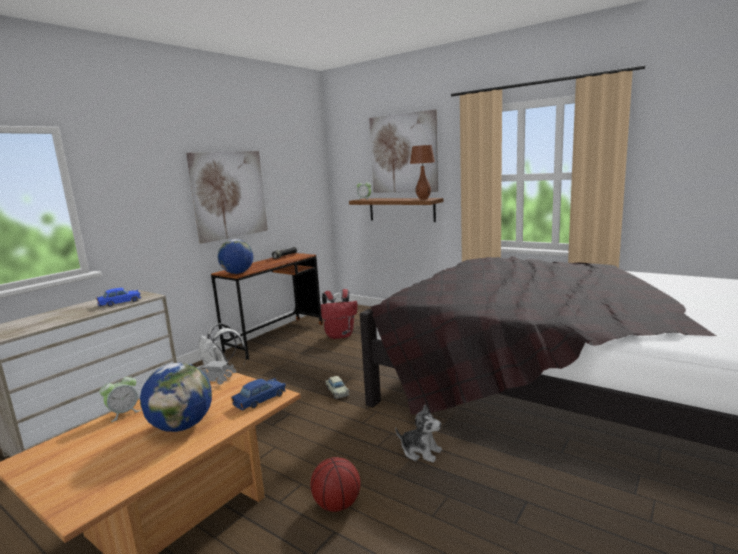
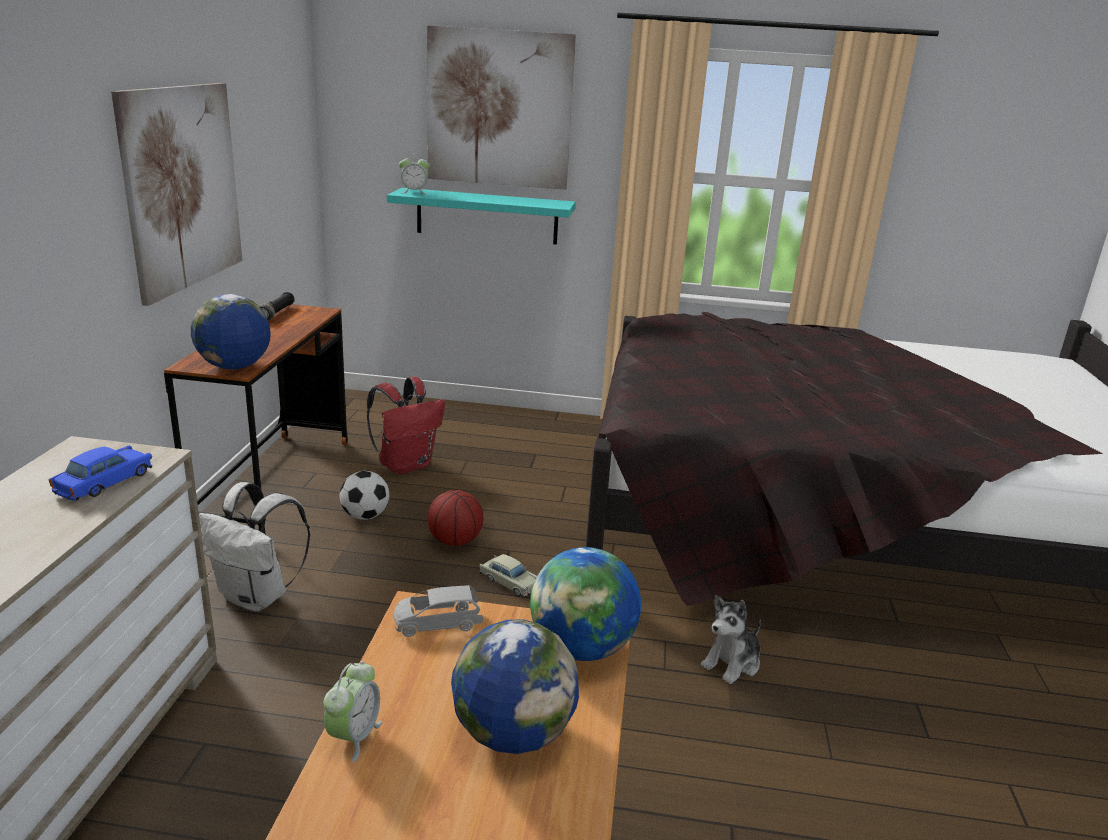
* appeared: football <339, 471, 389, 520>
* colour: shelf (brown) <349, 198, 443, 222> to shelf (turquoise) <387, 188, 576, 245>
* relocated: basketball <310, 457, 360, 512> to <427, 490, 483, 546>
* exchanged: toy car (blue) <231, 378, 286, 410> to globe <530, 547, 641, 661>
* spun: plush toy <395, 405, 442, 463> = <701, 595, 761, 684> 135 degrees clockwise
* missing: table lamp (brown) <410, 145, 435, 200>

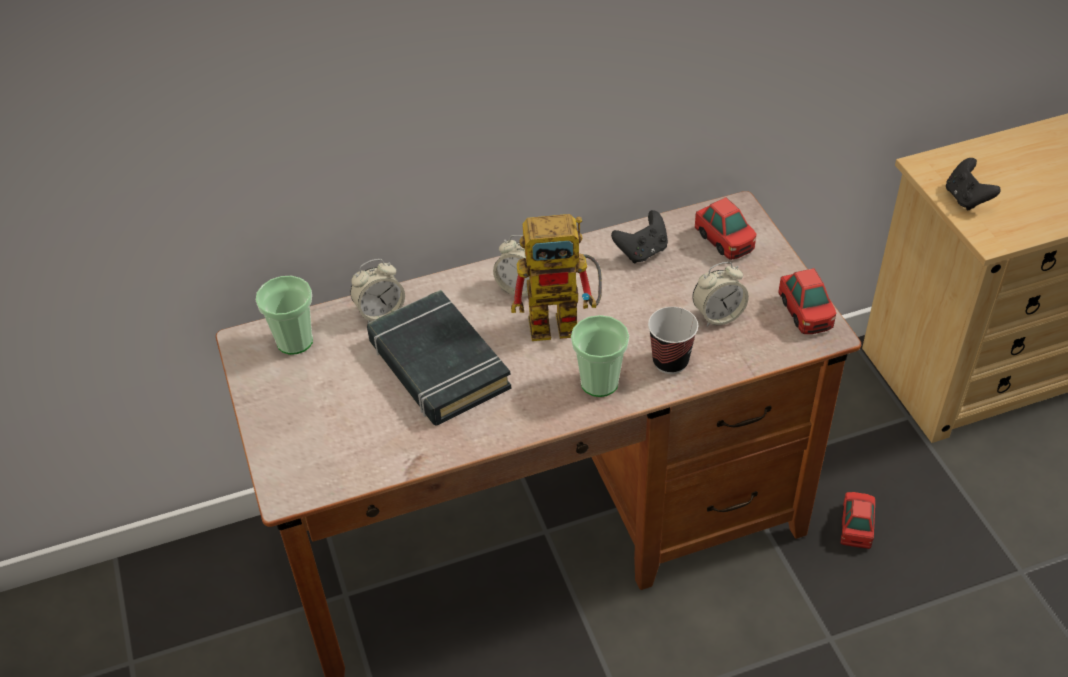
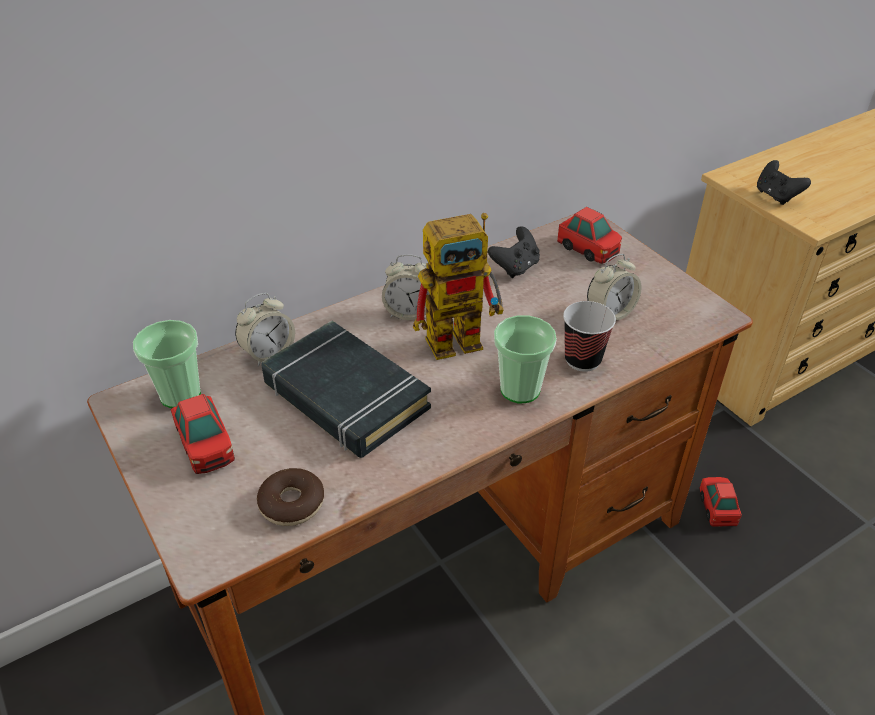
* relocated: toy car <778, 268, 836, 334> to <171, 394, 235, 474>
* appeared: donut <257, 468, 324, 526>

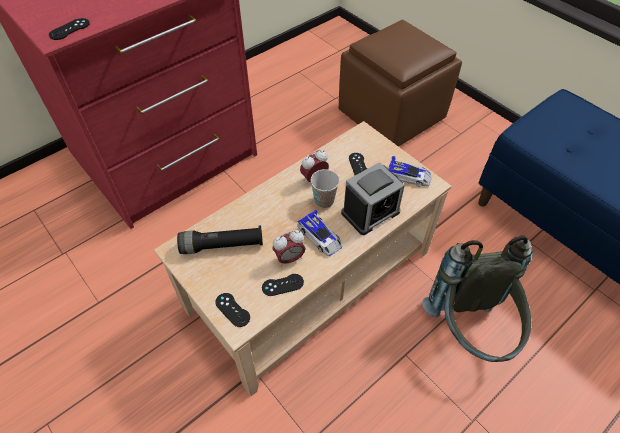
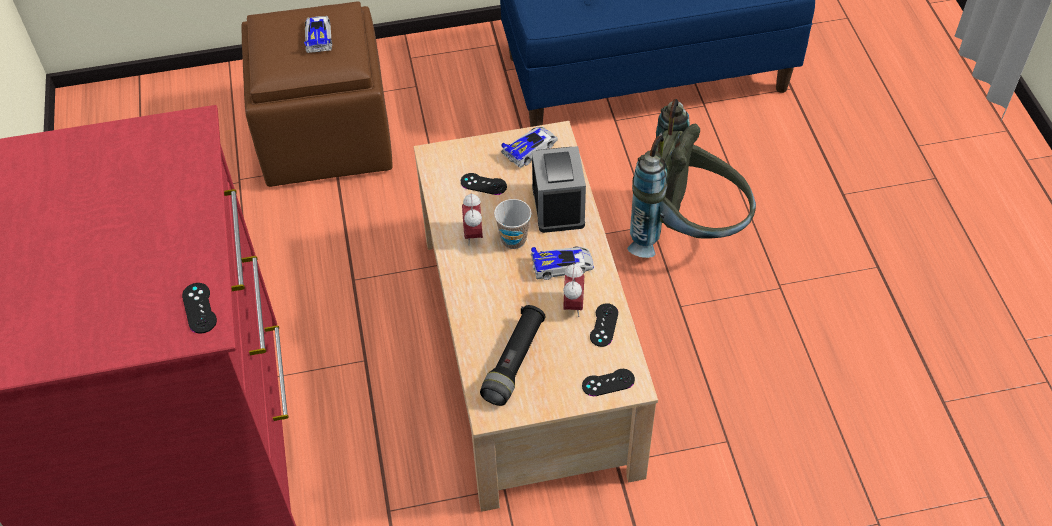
* appeared: toy car <304, 16, 332, 53>

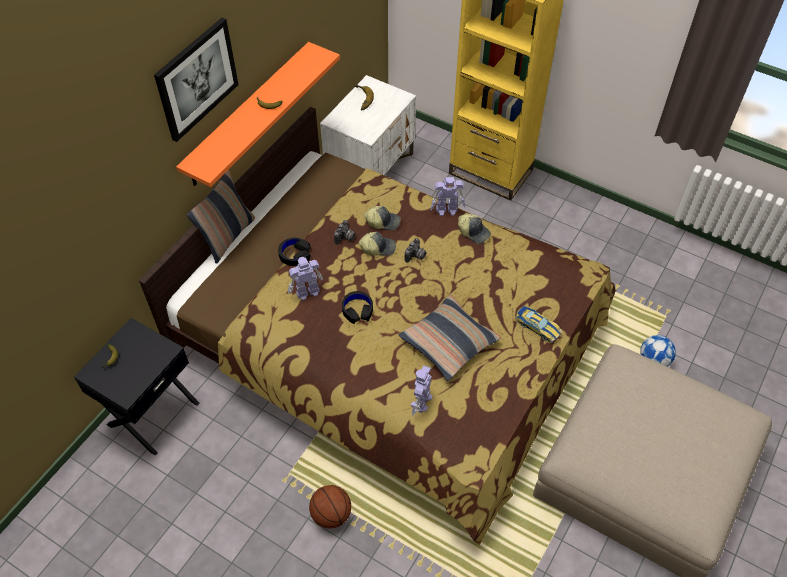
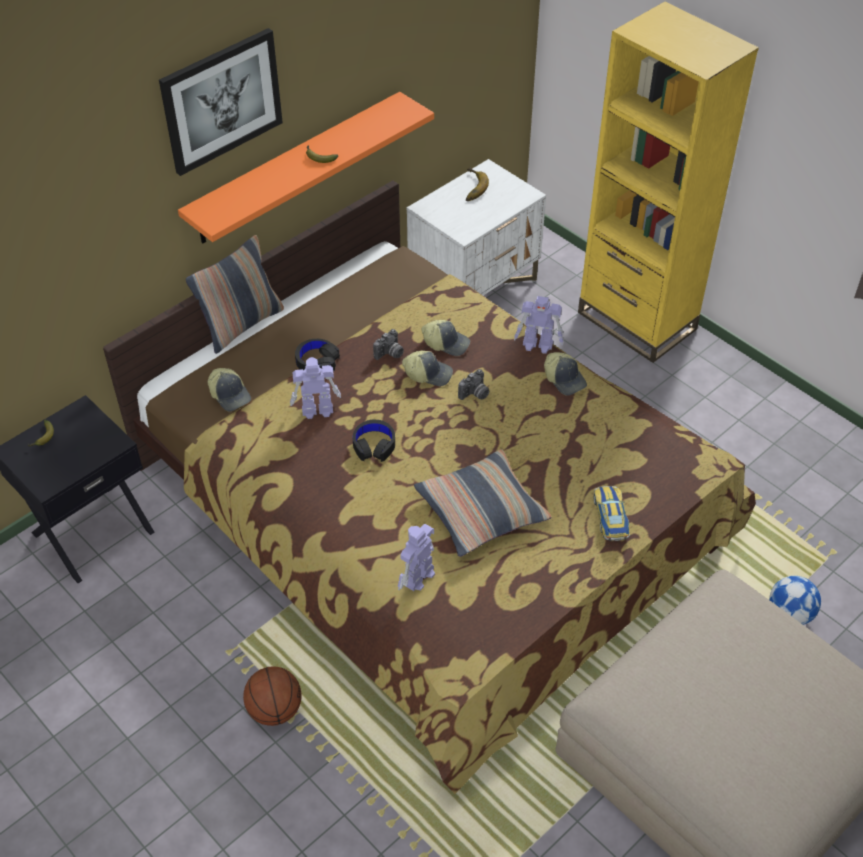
* appeared: cap <208, 368, 251, 412>
* spun: toy car <516, 306, 561, 343> = <594, 486, 630, 541> 150 degrees counterclockwise

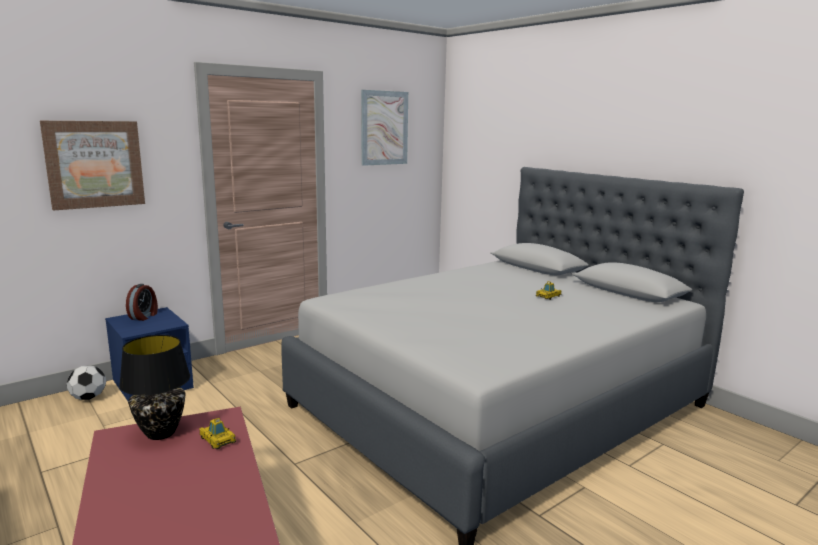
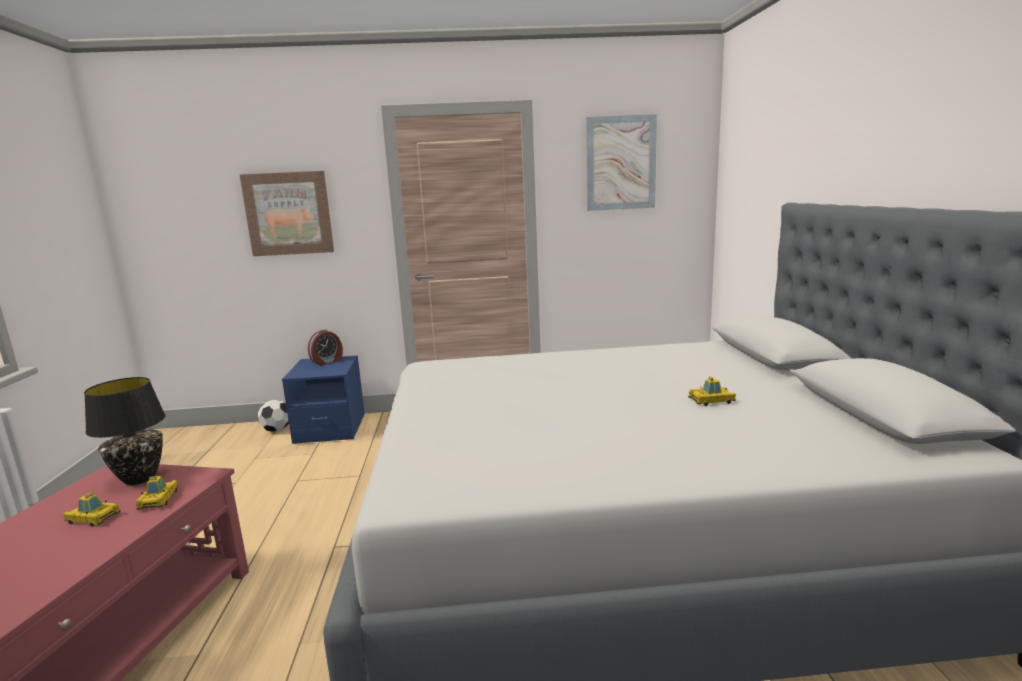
* appeared: toy car <64, 492, 121, 527>

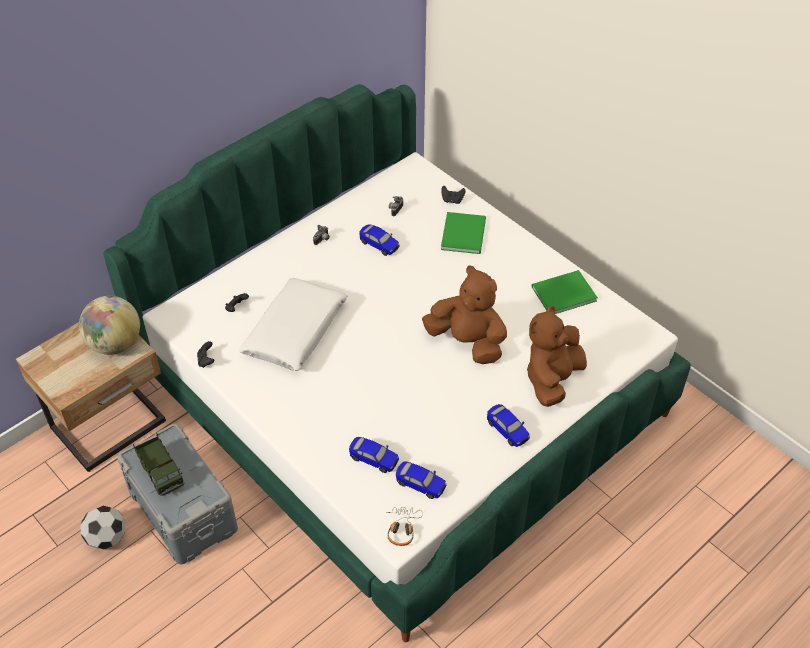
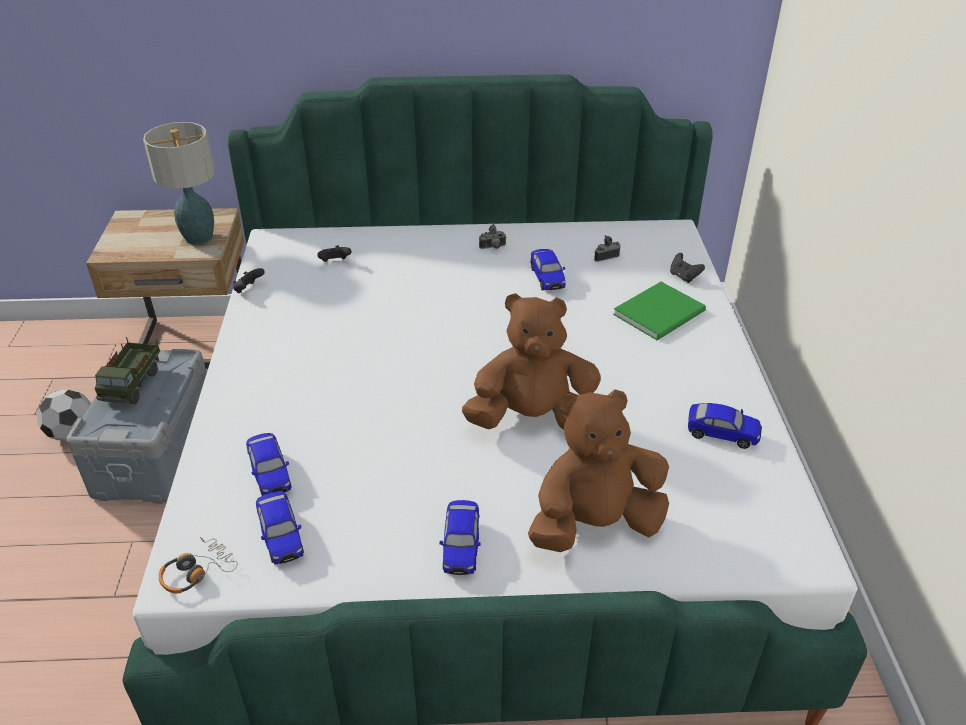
* exchanged: globe <79, 296, 140, 355> to table lamp <143, 122, 215, 245>
* spun: plush toy (brown) <422, 266, 507, 364> = <462, 293, 601, 430> 75 degrees counterclockwise
* exchanged: book (green) <532, 270, 598, 314> to toy car <688, 403, 762, 449>
* missing: pillow (white) <239, 278, 348, 371>

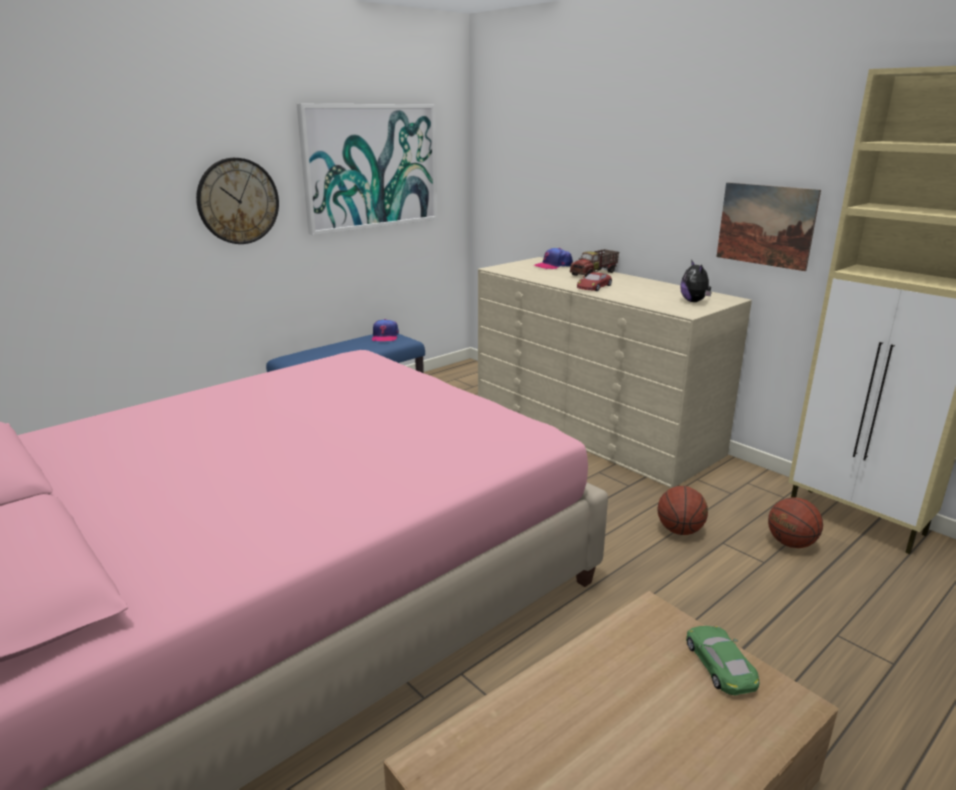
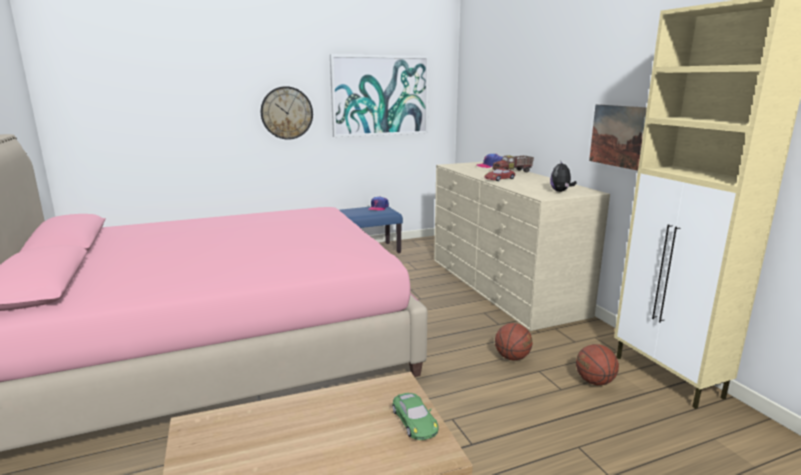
* spun: toy car (green) <686, 626, 760, 696> = <392, 393, 438, 440> 150 degrees clockwise

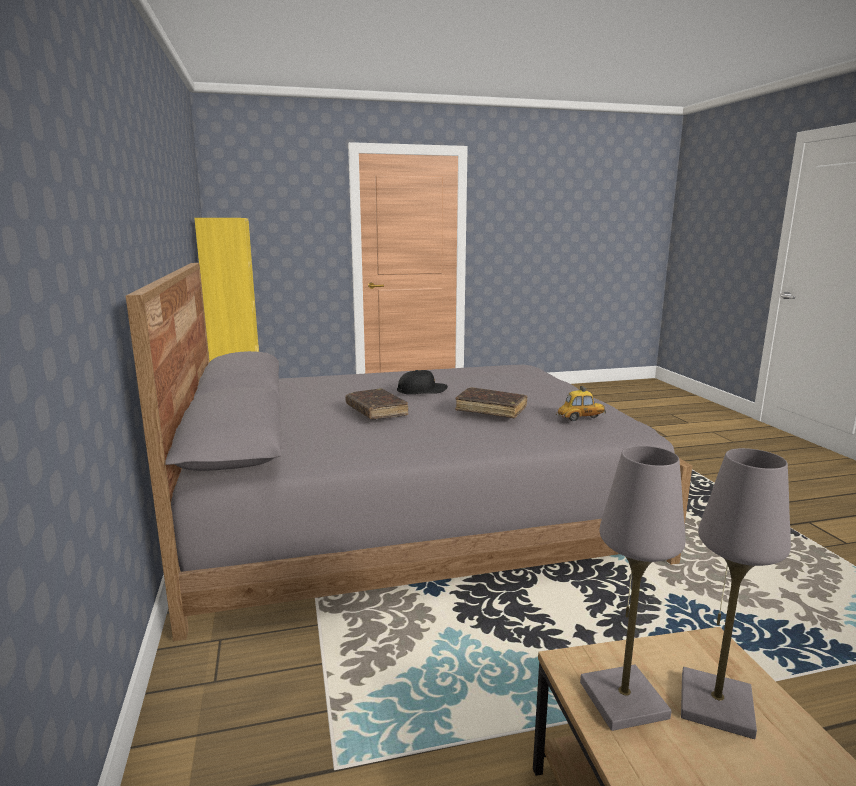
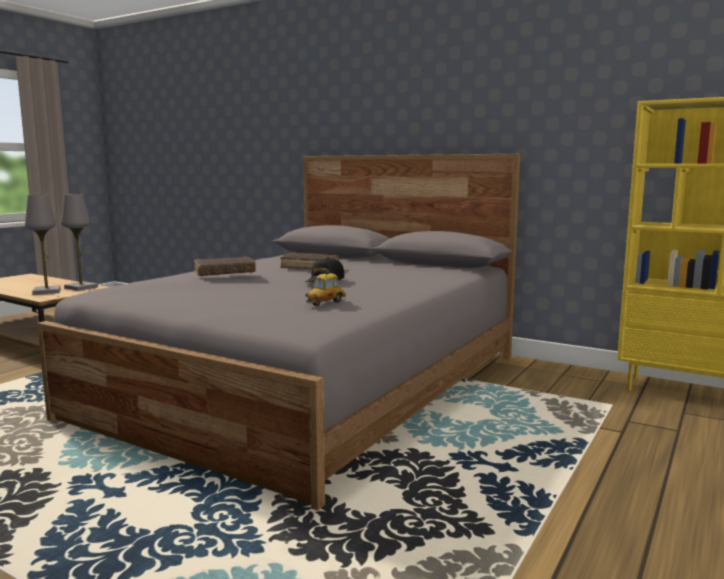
* relocated: toy car <556, 386, 606, 421> to <305, 269, 346, 306>

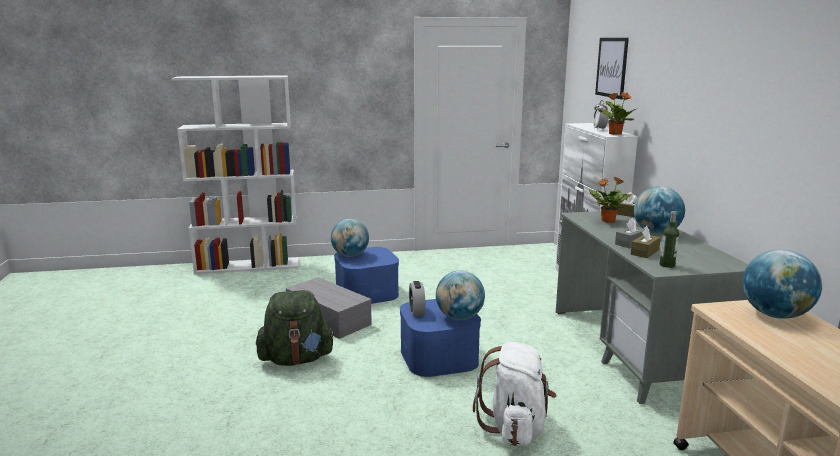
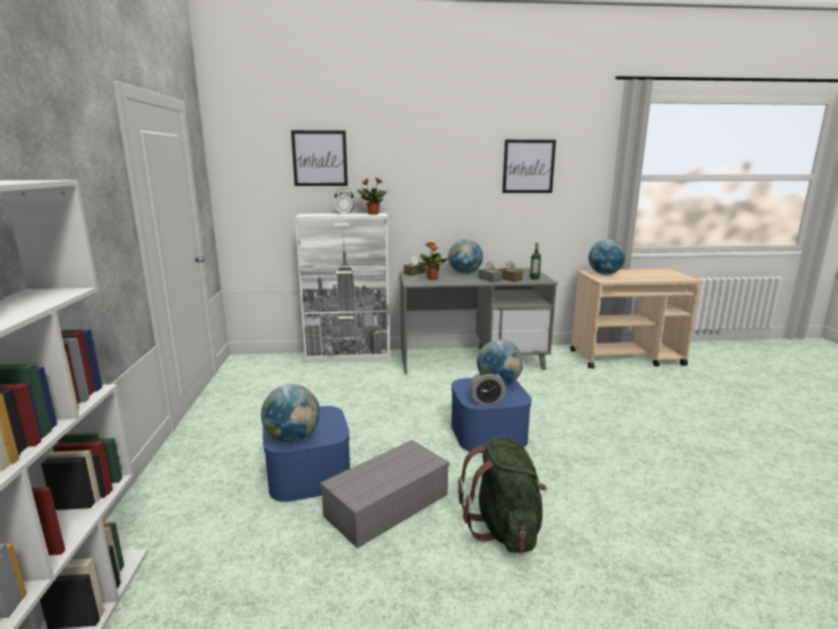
* appeared: picture <502, 140, 556, 193>
* missing: backpack (white) <473, 342, 557, 446>

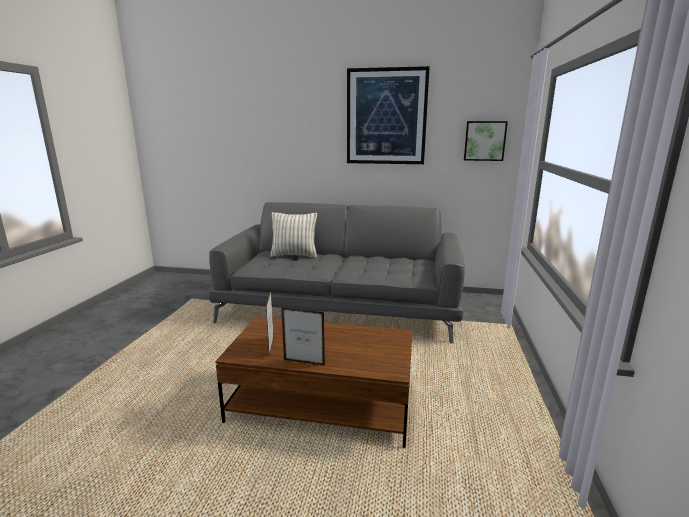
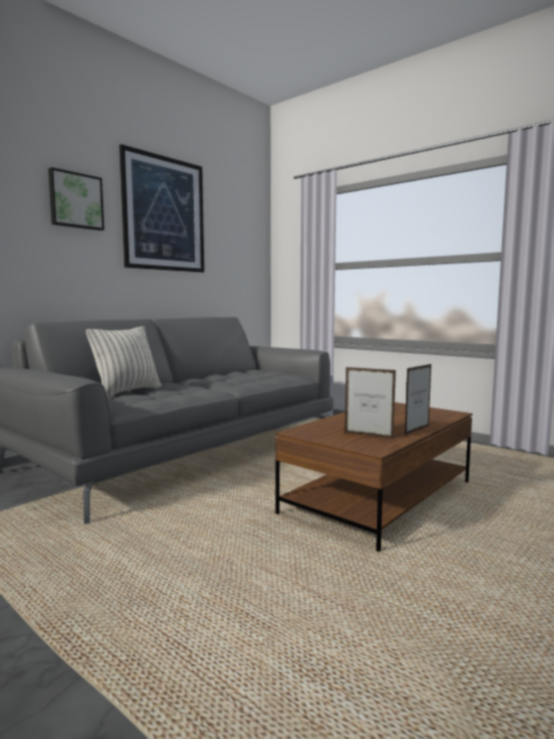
* relocated: picture <464, 121, 508, 161> to <48, 167, 104, 231>

